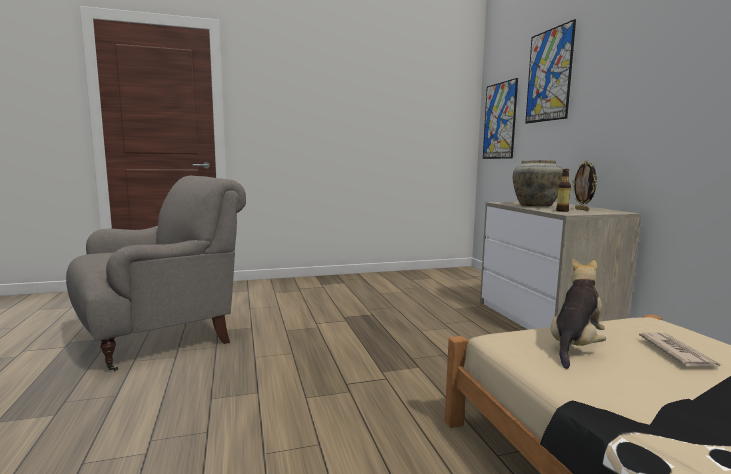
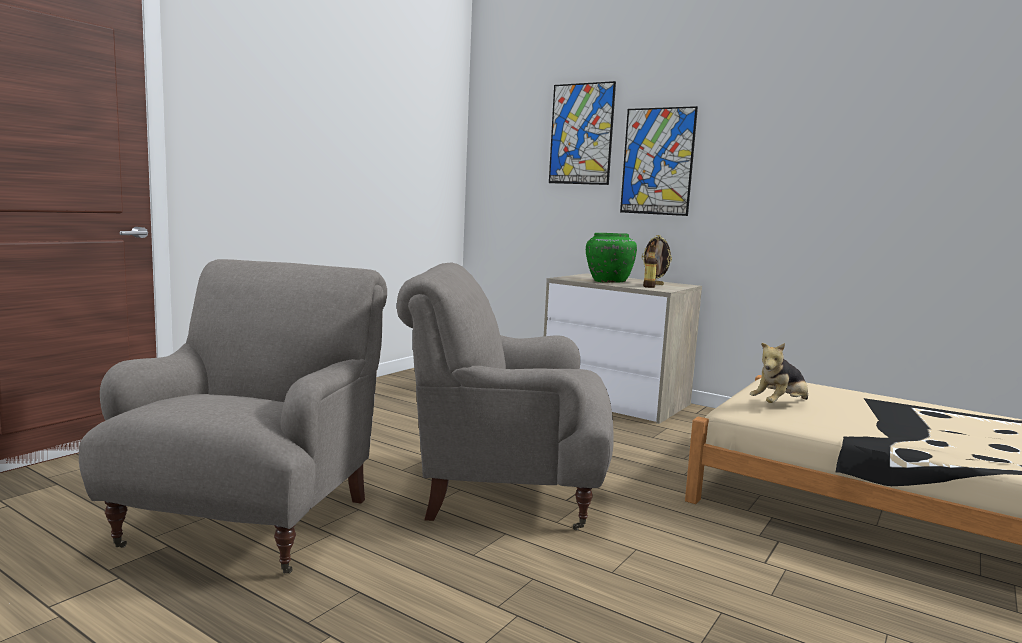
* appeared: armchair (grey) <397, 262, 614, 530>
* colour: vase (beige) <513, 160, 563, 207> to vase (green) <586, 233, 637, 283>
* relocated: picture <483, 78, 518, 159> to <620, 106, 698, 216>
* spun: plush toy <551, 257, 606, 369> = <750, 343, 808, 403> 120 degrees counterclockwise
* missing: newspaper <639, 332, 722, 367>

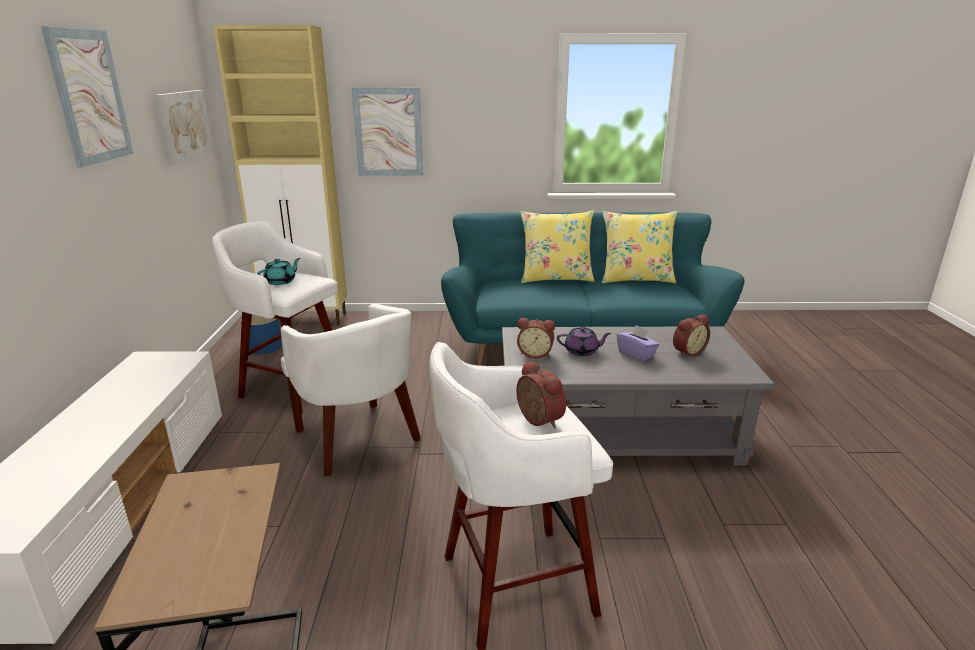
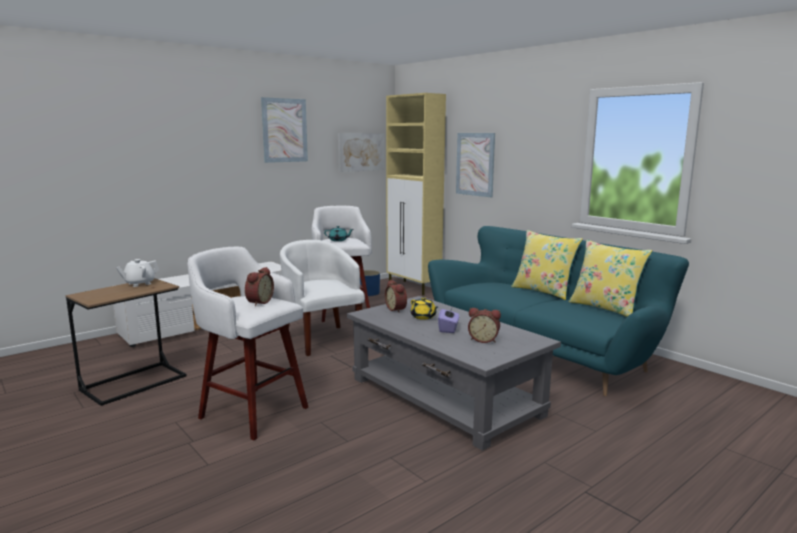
* appeared: teapot (white) <116, 259, 159, 287>
* spun: armchair (white) <281, 304, 421, 477> = <280, 240, 365, 356> 135 degrees clockwise
* colour: teapot (purple) <557, 327, 611, 356> to teapot (yellow) <411, 297, 438, 320>

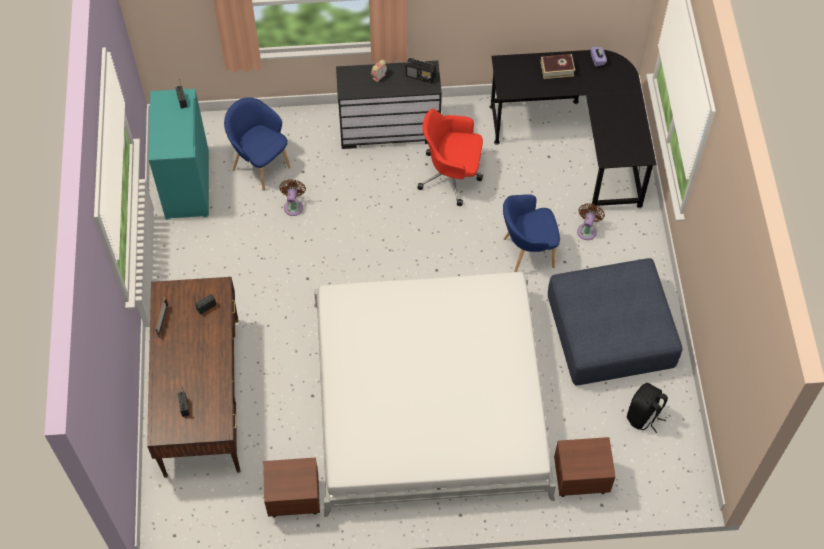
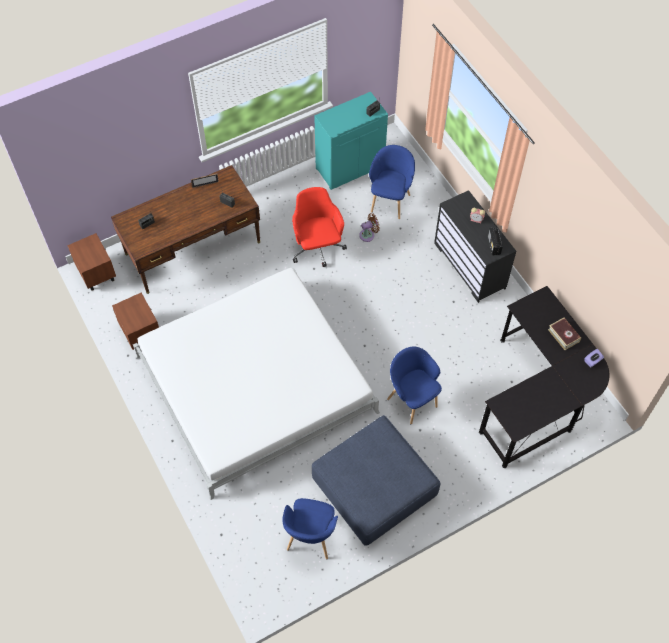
* relocated: nightstand (brown) <554, 437, 616, 497> to <67, 233, 116, 291>
* exchanged: backpack (black) <627, 383, 668, 433> to armchair (blue) <283, 498, 338, 559>
* relocated: office chair (red) <417, 109, 483, 206> to <292, 187, 347, 267>
* missing: fan (brown) <577, 203, 605, 240>

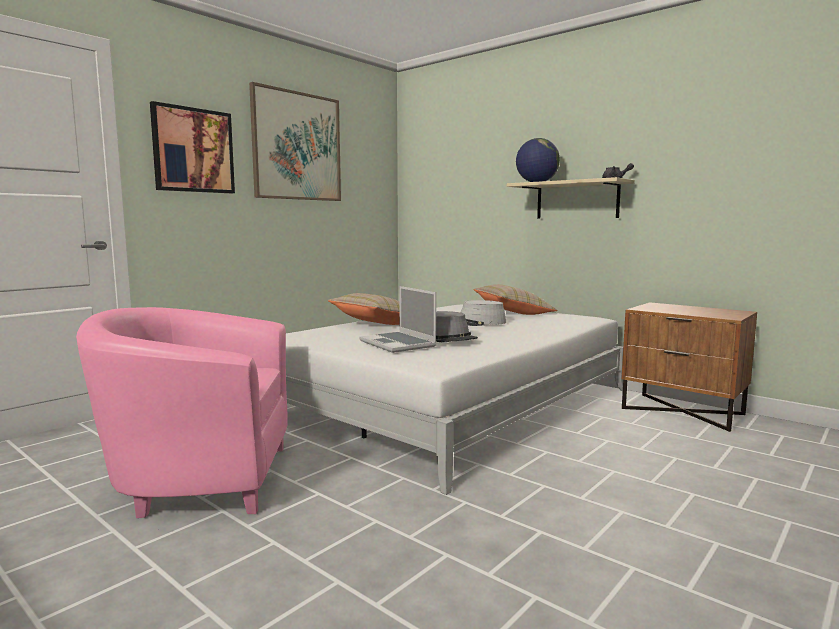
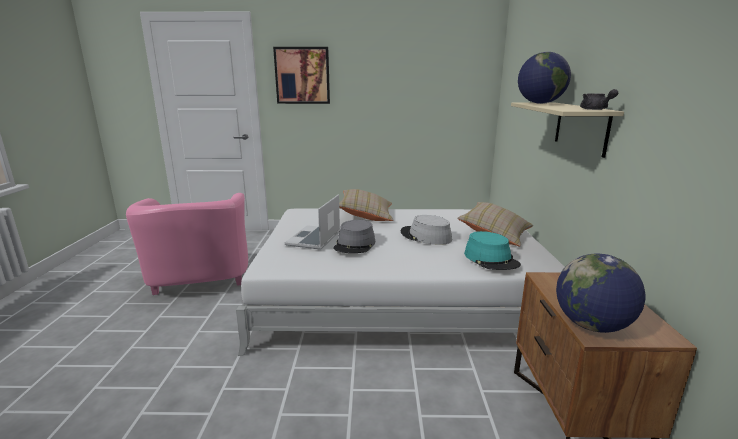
* spun: armchair (pink) <76, 307, 288, 518> = <126, 193, 248, 295> 150 degrees counterclockwise
* appeared: hat (turquoise) <464, 231, 521, 270>
* appeared: globe <556, 253, 645, 333>
* missing: picture <249, 82, 341, 201>

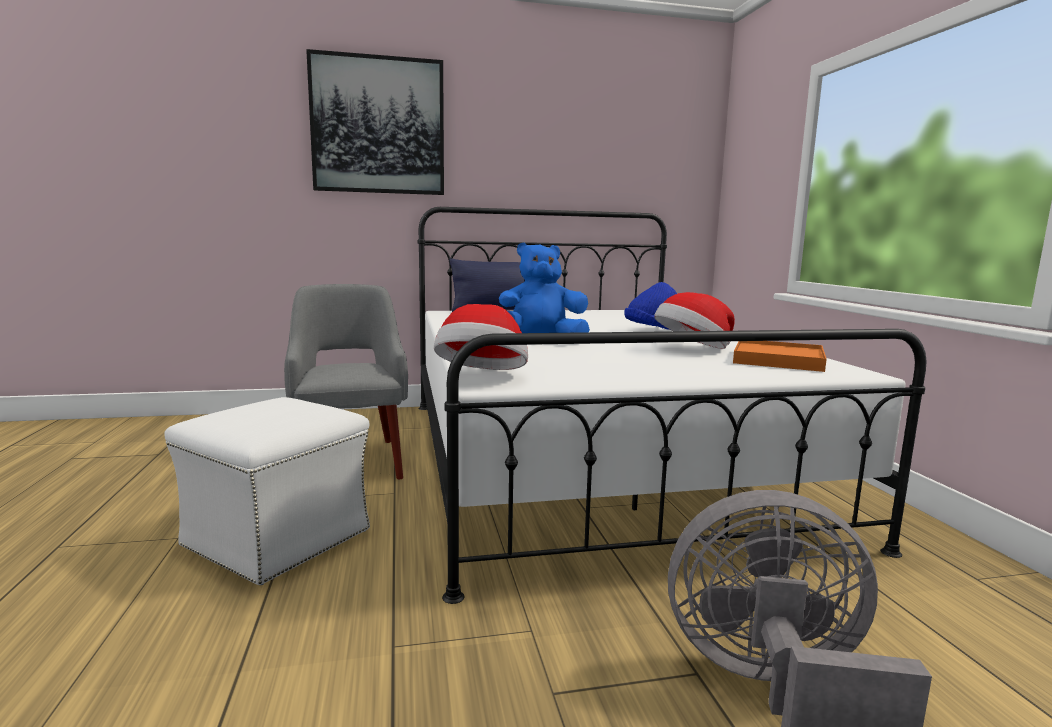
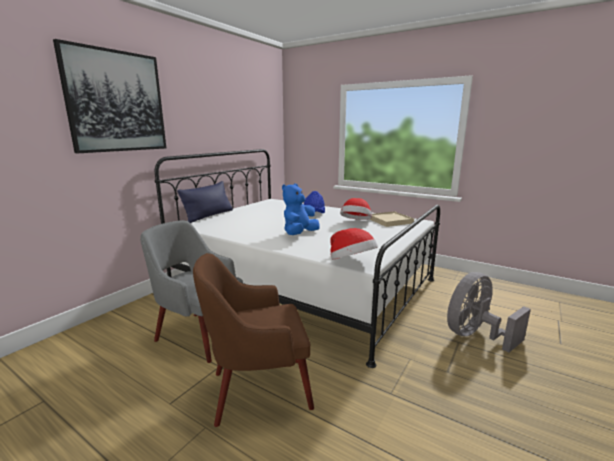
* exchanged: ottoman (white) <164, 397, 370, 585> to armchair (brown) <193, 253, 314, 427>
* colour: tray (orange) <733, 341, 827, 372> to tray (beige) <369, 211, 414, 227>

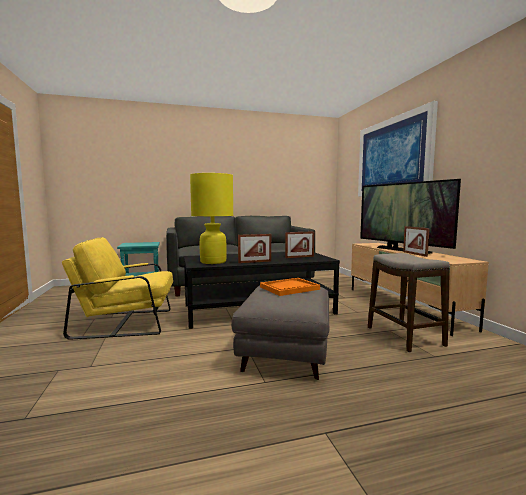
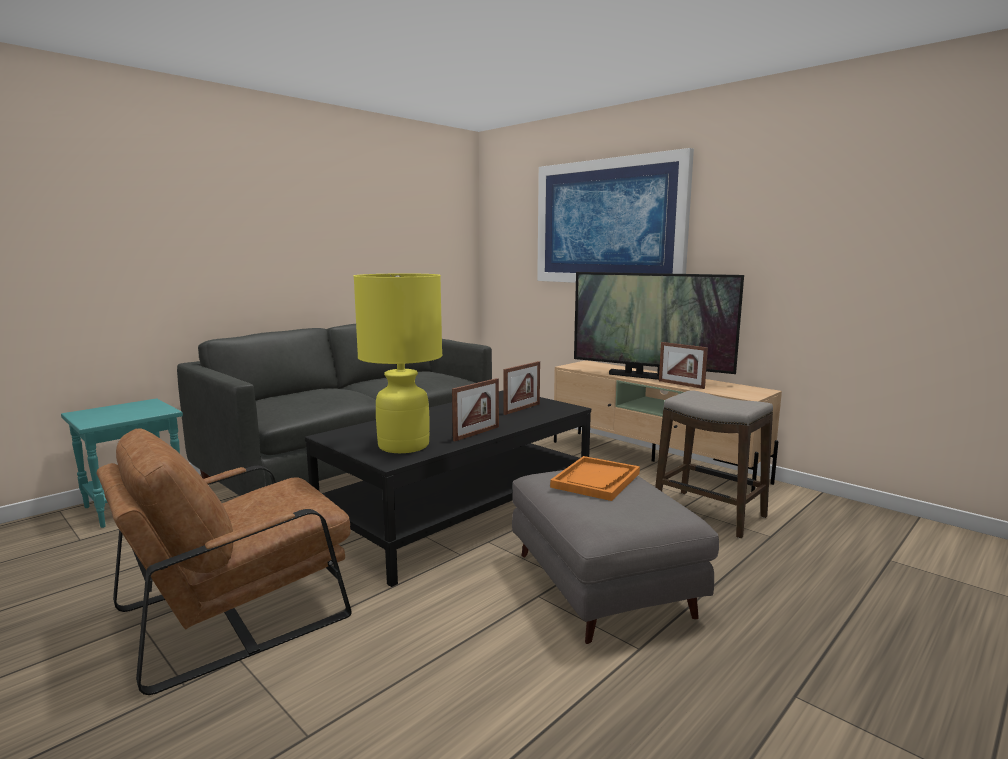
* colour: armchair (yellow) <62, 237, 173, 340> to armchair (brown) <96, 429, 352, 695>

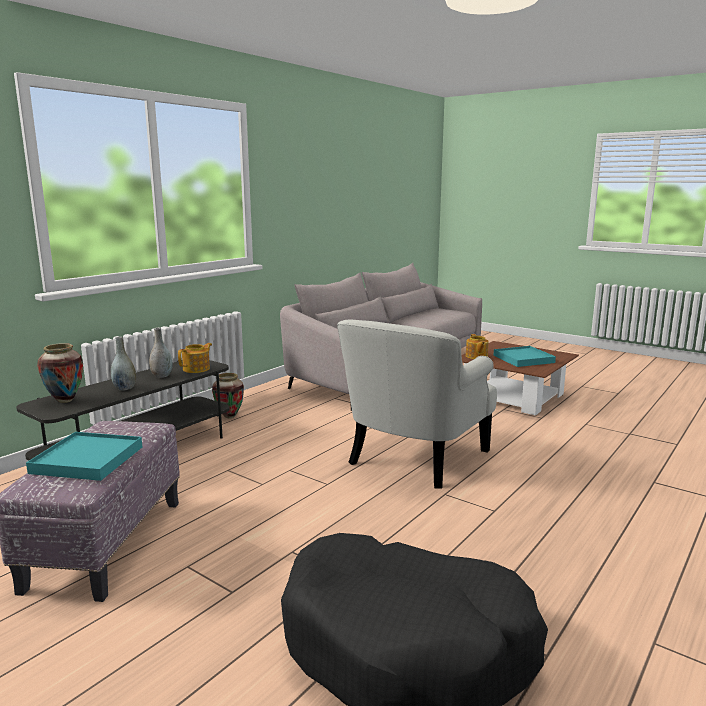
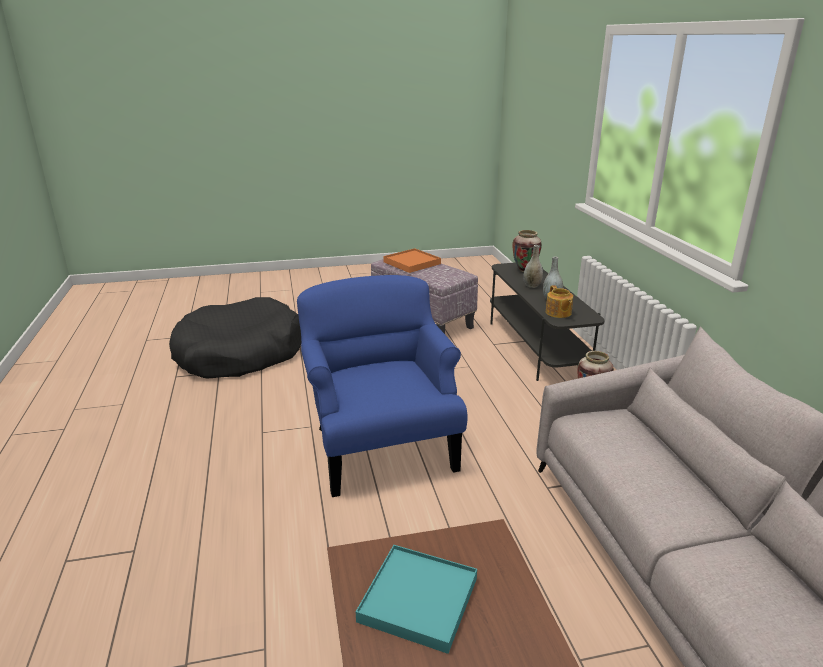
* colour: armchair (white) <337, 319, 497, 489> to armchair (blue) <297, 275, 467, 497>
* colour: tray (turquoise) <26, 432, 142, 481> to tray (orange) <383, 248, 441, 273>
* missing: teapot <466, 334, 489, 359>

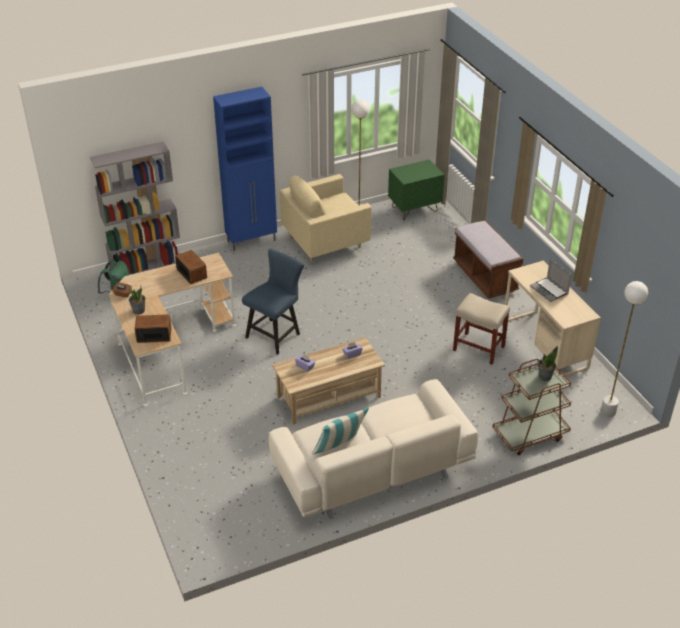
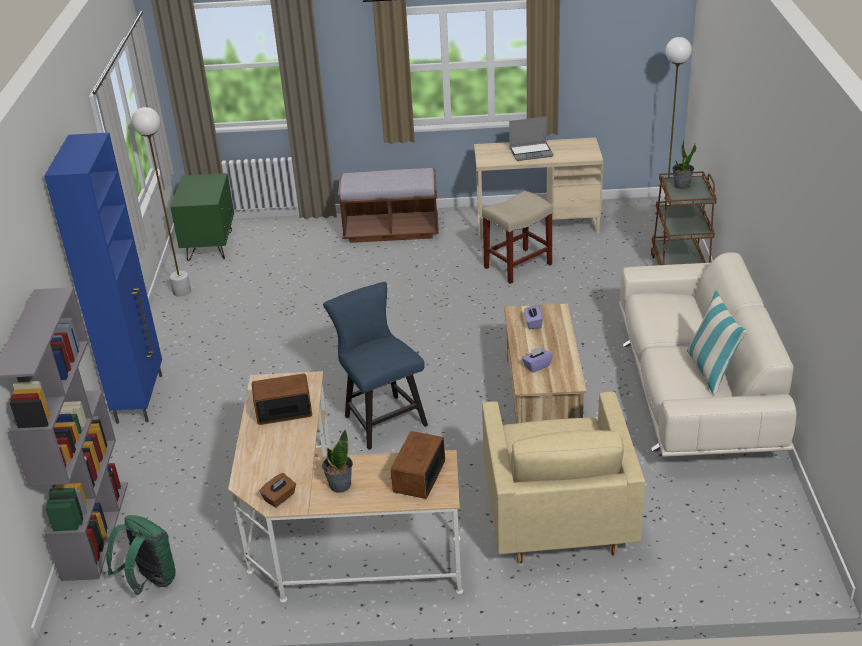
* relocated: armchair (beige) <280, 174, 372, 262> to <482, 392, 645, 564>

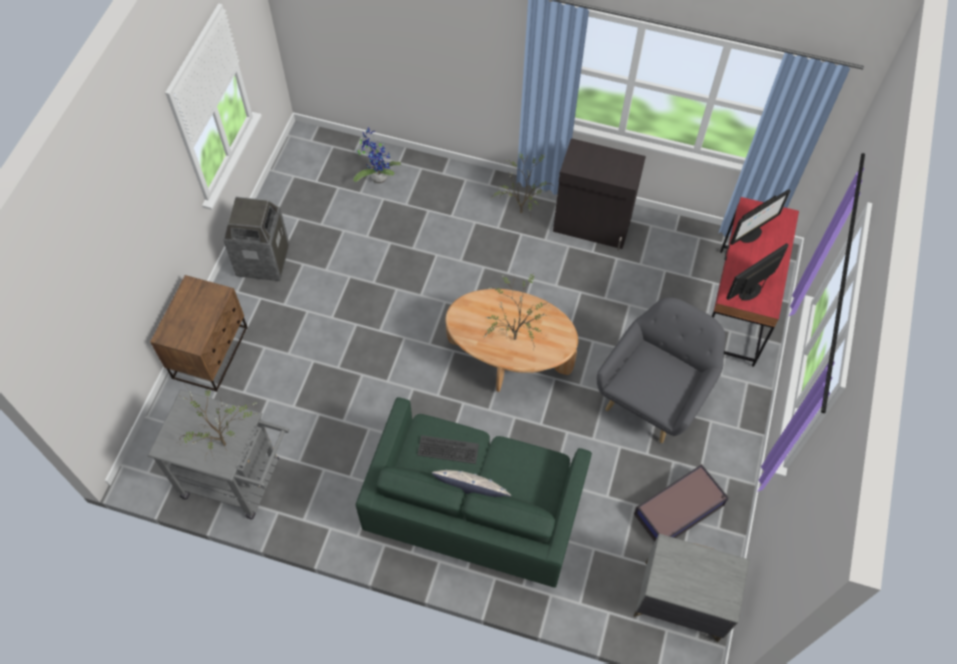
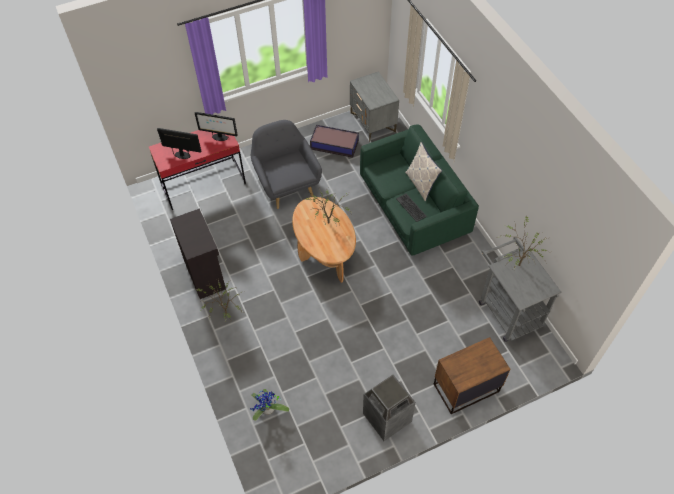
* spun: armchair (grey) <597, 297, 725, 443> = <251, 120, 322, 209> 75 degrees clockwise

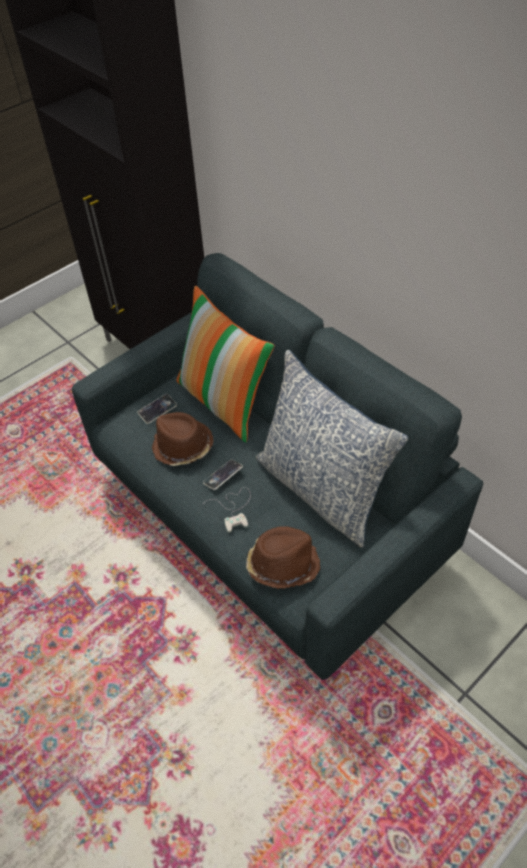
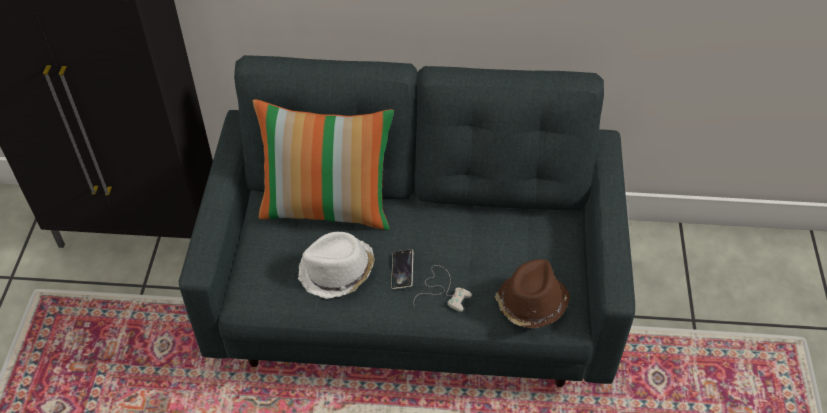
* colour: hat (brown) <152, 412, 214, 466> to hat (white) <298, 232, 375, 299>
* missing: phone <137, 394, 177, 424>
* missing: pillow <256, 350, 408, 548>

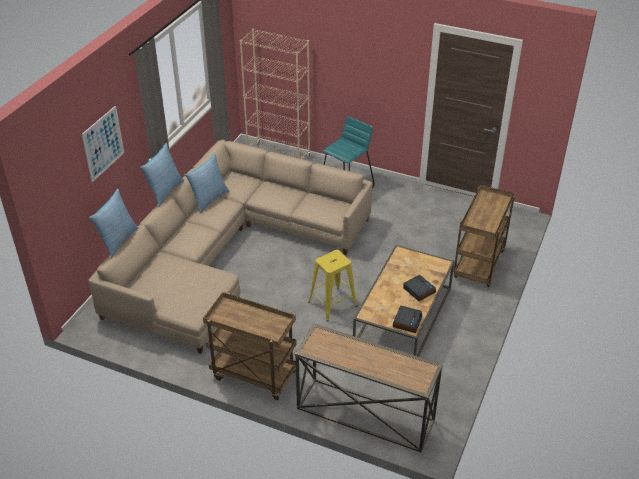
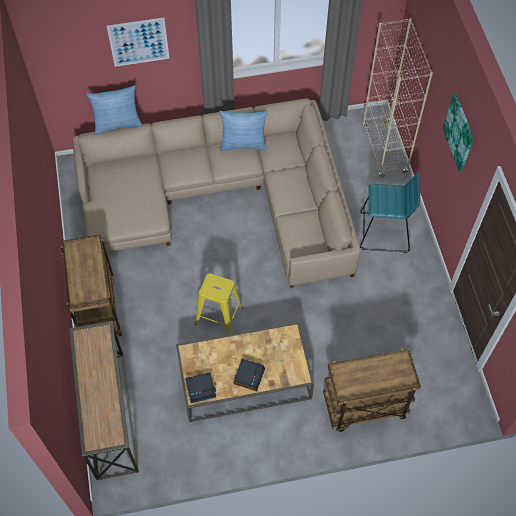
* appeared: picture <443, 94, 474, 172>
* missing: pillow <140, 143, 184, 207>

